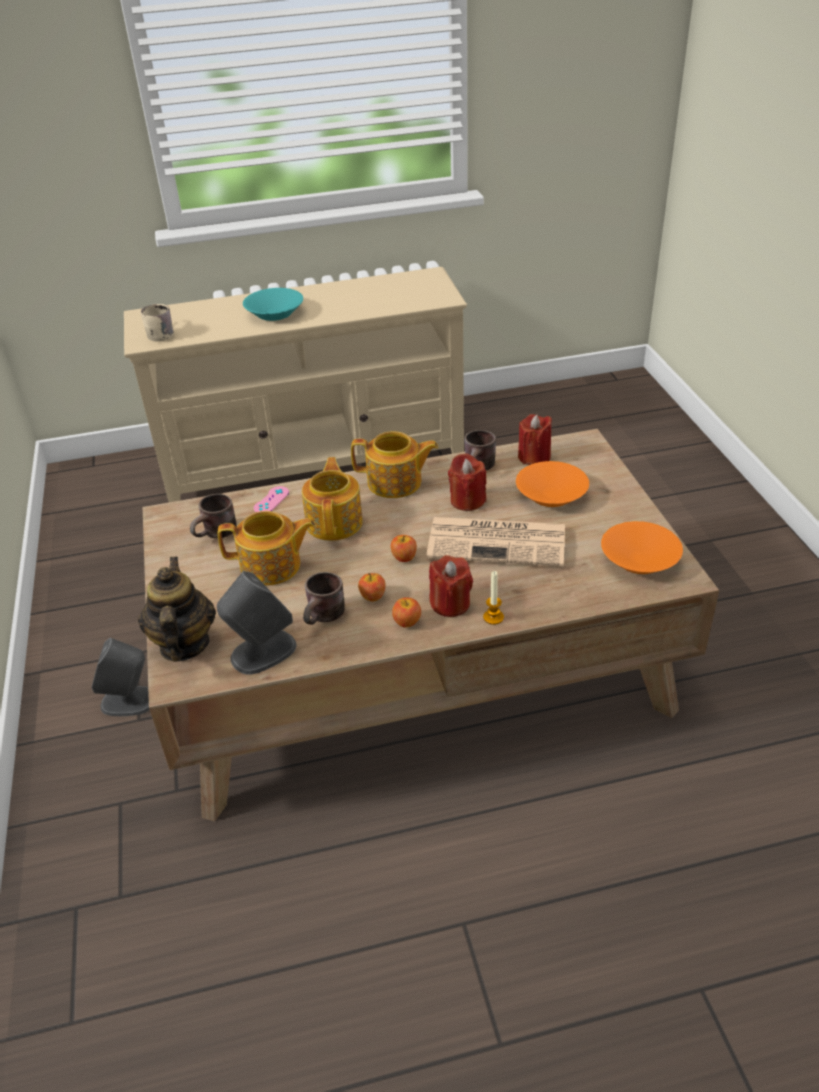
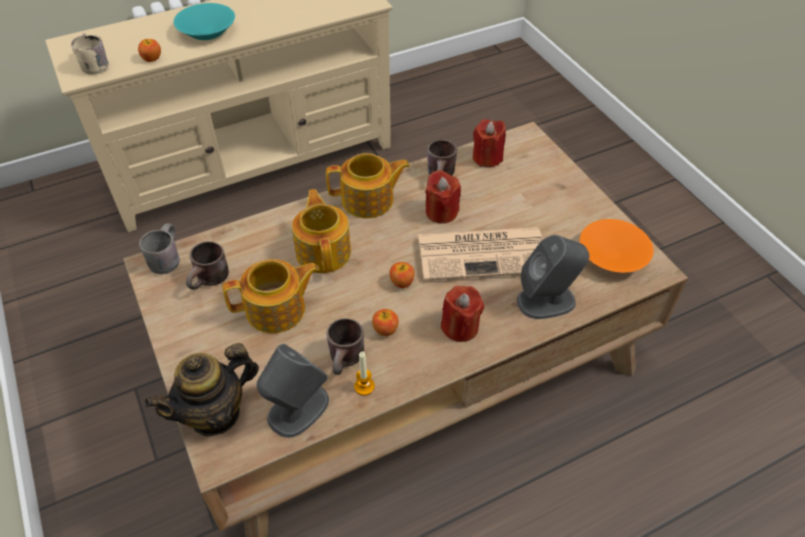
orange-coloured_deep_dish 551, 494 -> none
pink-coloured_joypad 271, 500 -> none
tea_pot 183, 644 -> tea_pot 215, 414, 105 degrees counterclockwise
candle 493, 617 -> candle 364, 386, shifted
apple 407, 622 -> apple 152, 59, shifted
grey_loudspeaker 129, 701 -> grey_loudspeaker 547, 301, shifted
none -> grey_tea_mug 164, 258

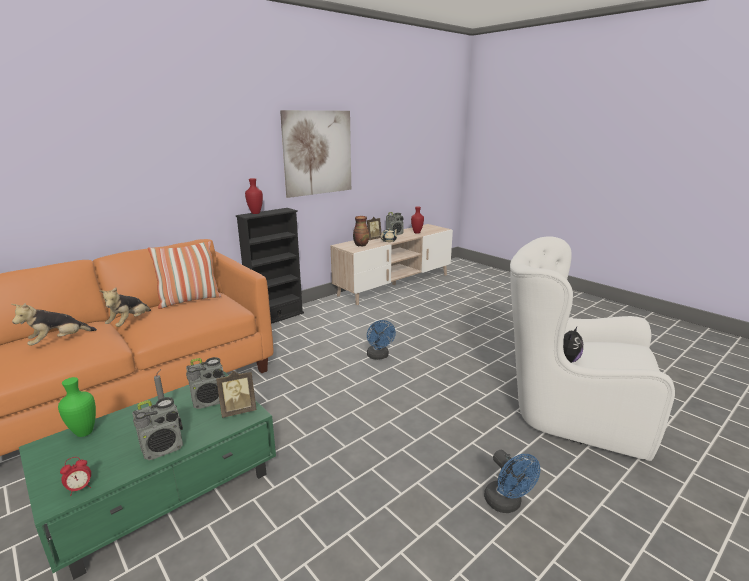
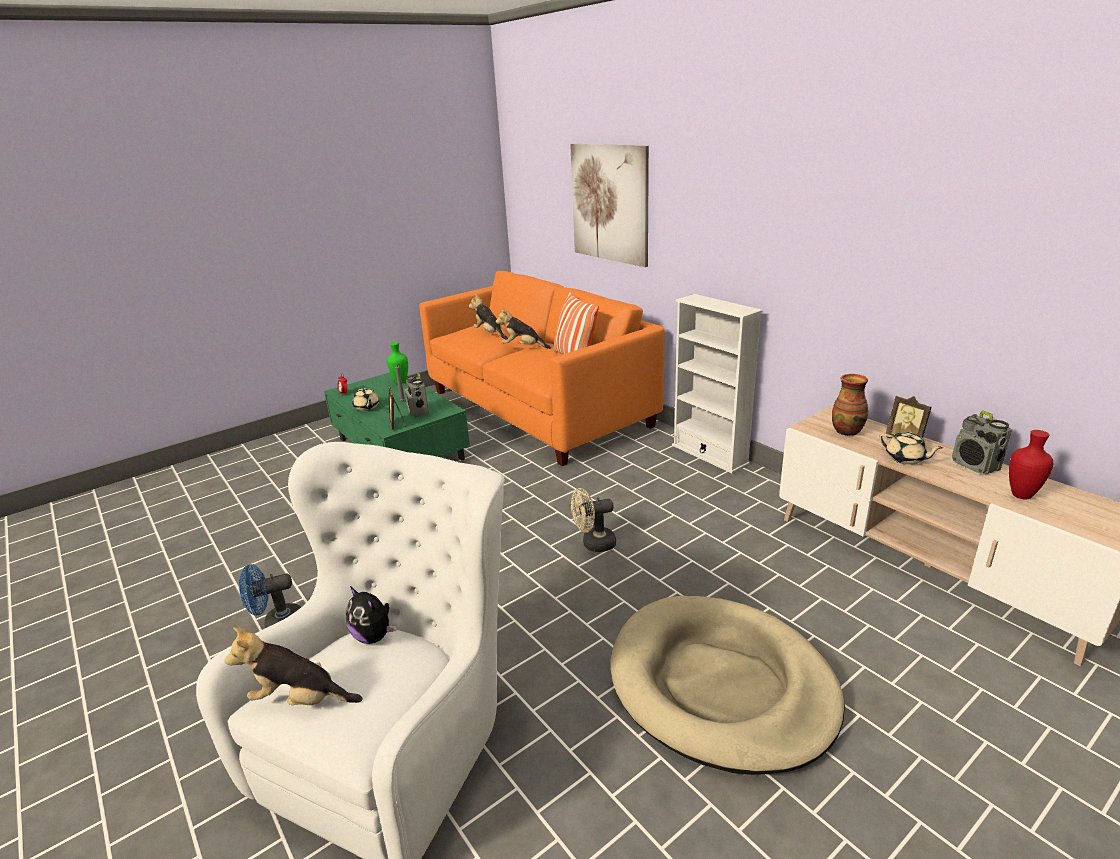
picture 318, 153 -> picture 609, 203, shifted
red-coloured_vase 256, 213 -> none
blackish_bookshelf 276, 317 -> white_bookshelf 709, 454
blue_electric_fan 379, 356 -> sand-coloured_electric_fan 593, 544
radio 163, 448 -> sand-coloured_tea_pot 367, 407
none -> sand-coloured_dog_cushion 721, 686
none -> cuddly_toy 300, 699

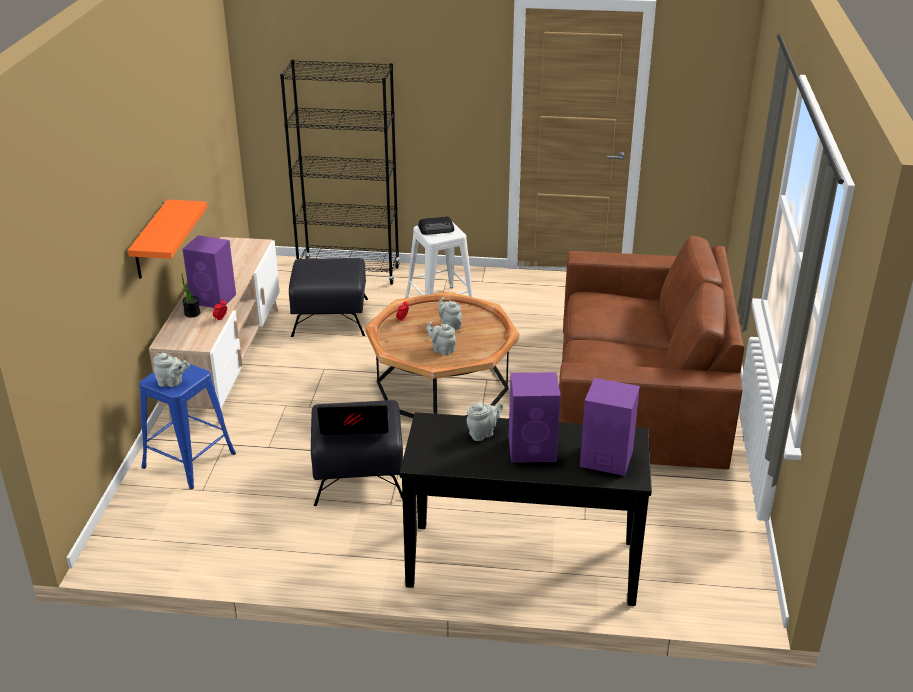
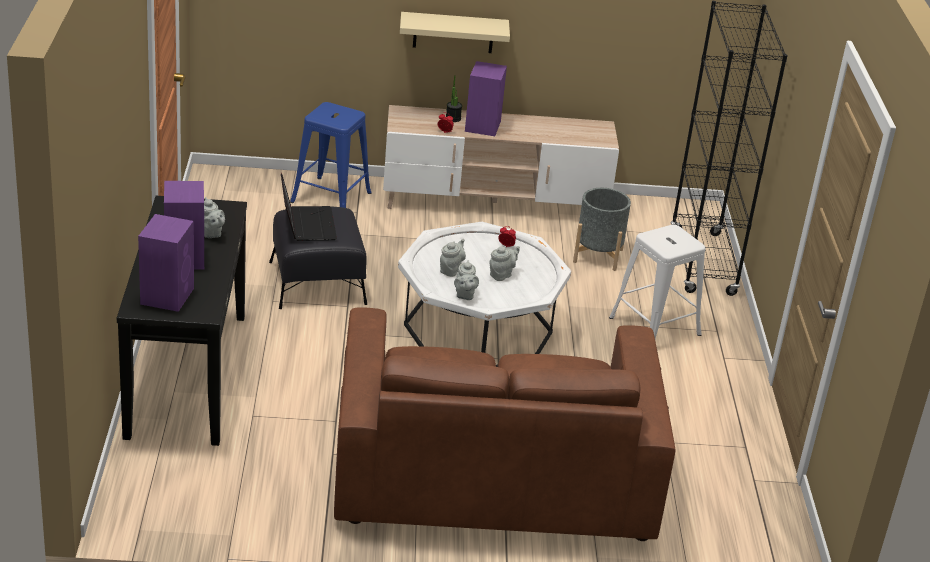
orange-coloured_shelf 151, 241 -> sand-coloured_shelf 453, 32
radio 437, 229 -> none
blackish_pouffe 331, 317 -> grey_plant_pot 598, 256
brown_coffee_table 442, 386 -> white_coffee_table 478, 328
grey_tea_pot 172, 383 -> grey_tea_pot 464, 295, shifted

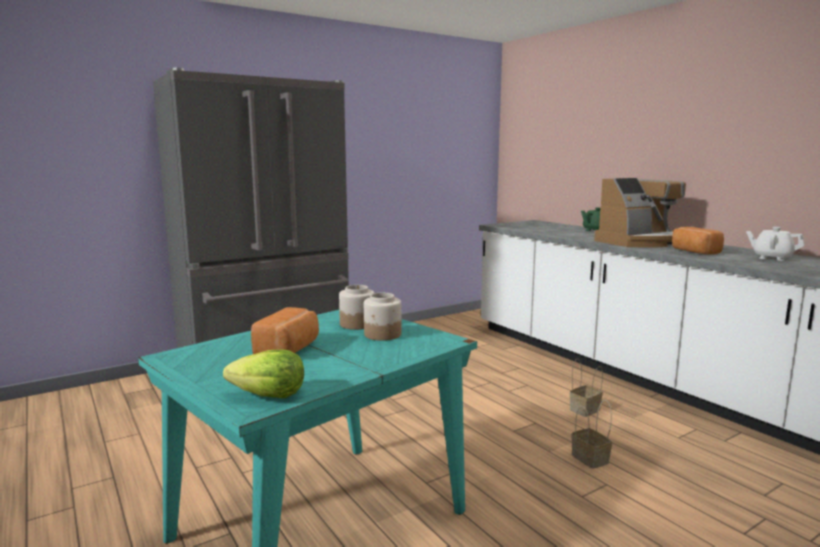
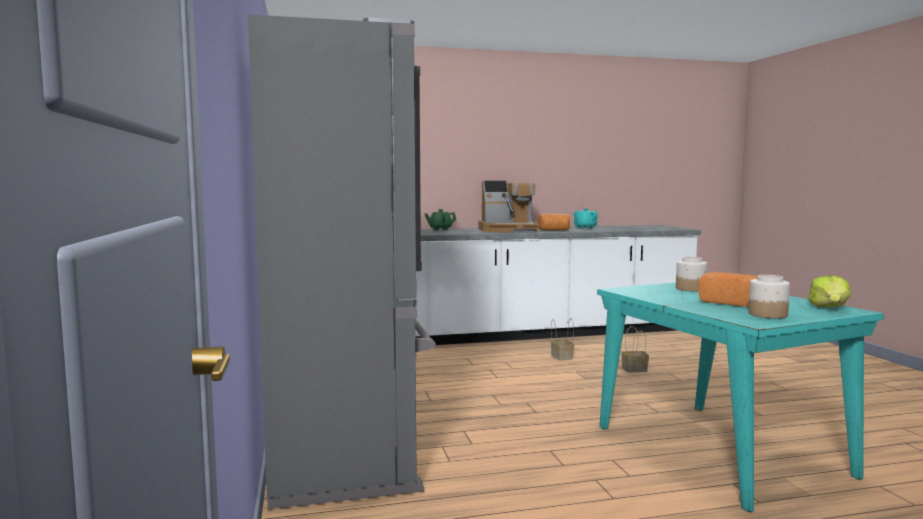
coffee_maker 642, 242 -> coffee_maker 508, 230, 90 degrees clockwise
white_tea_pot 772, 258 -> turquoise_tea_pot 585, 228
preserve_jar 357, 324 -> preserve_jar 767, 314, shifted

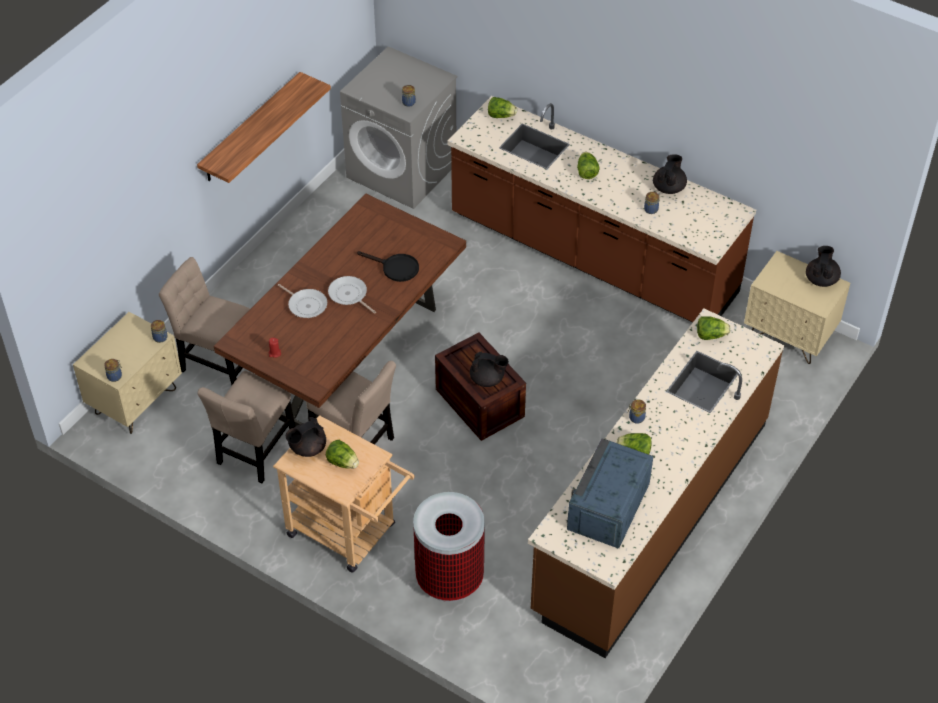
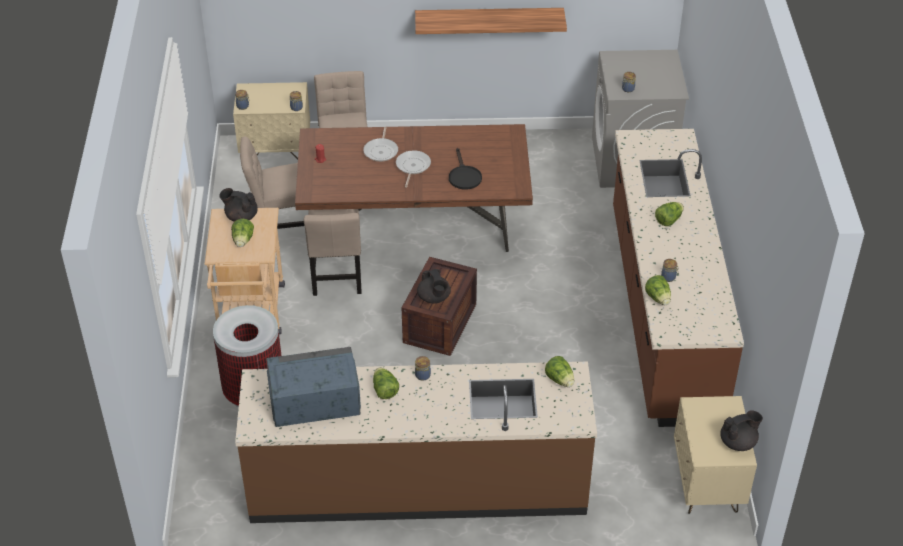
head_of_lettuce 501, 116 -> head_of_lettuce 658, 298, shifted
blackish_tea_pot 669, 187 -> none

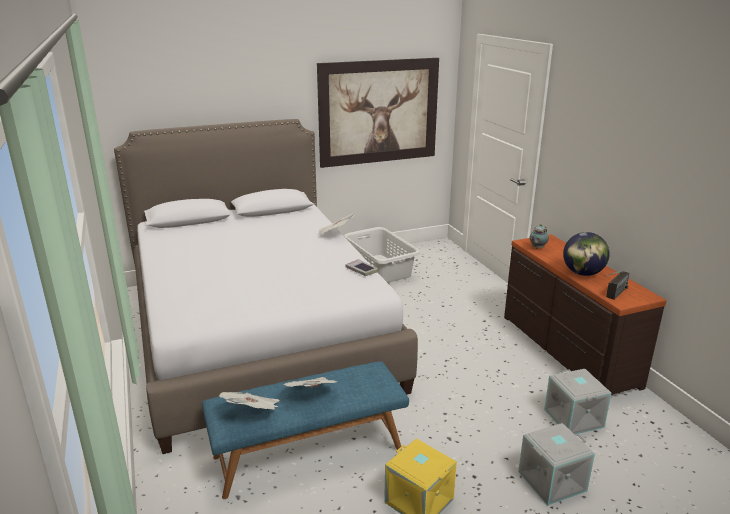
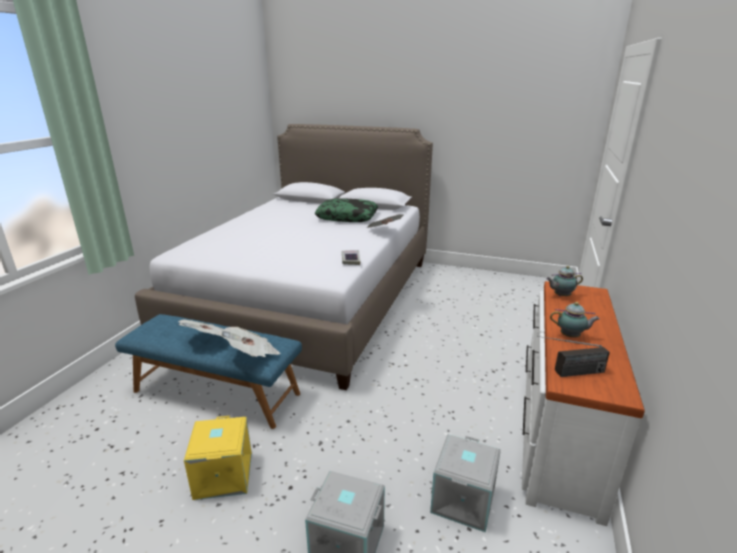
picture 378, 112 -> none
grey_washing_basket 380, 269 -> none
globe 582, 273 -> tea_pot 571, 336
brown_drawer_chest 566, 350 -> white_drawer_chest 557, 430
daily_paper 253, 412 -> daily_paper 252, 354, shifted
none -> throw_pillow 347, 217

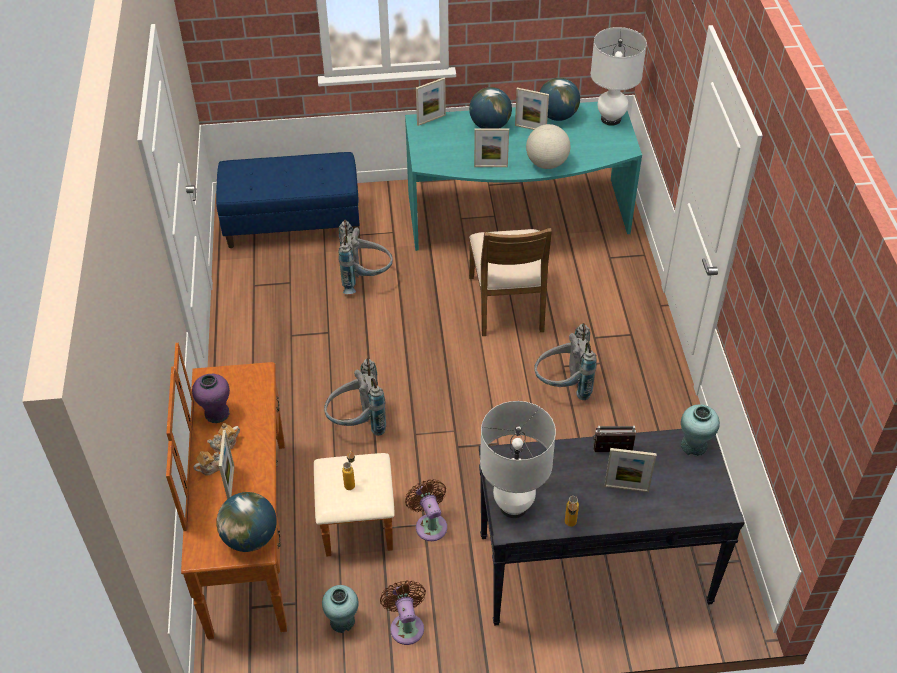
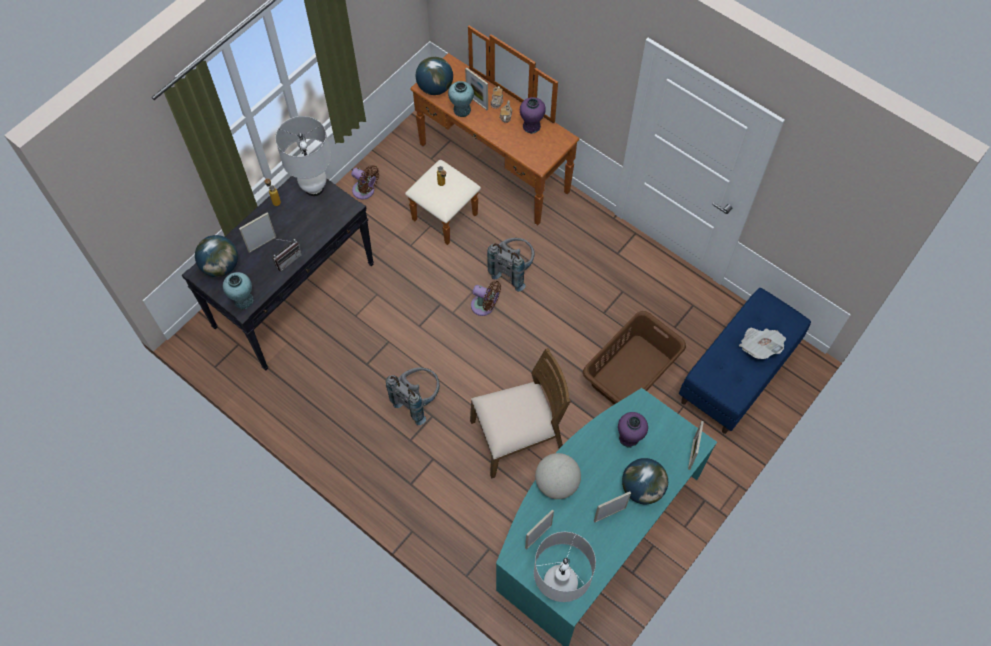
globe 557, 116 -> globe 220, 266, shifted
standing_frame 490, 166 -> standing_frame 538, 536, shifted
grey_knapsack 366, 279 -> brown_washing_basket 631, 372
brown_upright_chair 508, 304 -> brown_upright_chair 518, 436, 120 degrees clockwise
brown_electric_fan 430, 524 -> brown_electric_fan 485, 306, shifted
turquoise_vase 342, 621 -> turquoise_vase 462, 110, shifted
none -> daily_paper 759, 346
none -> purple_vase 629, 437

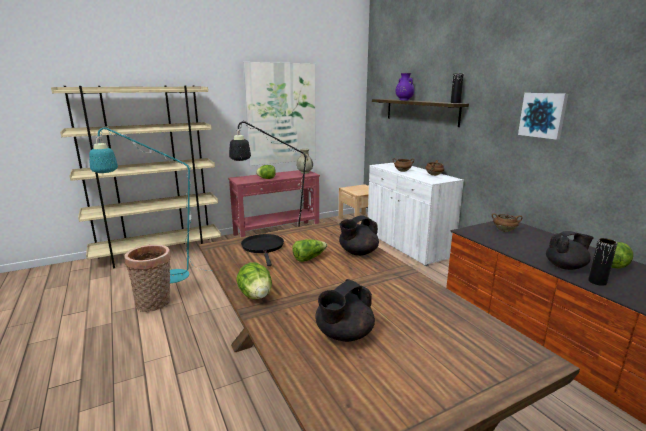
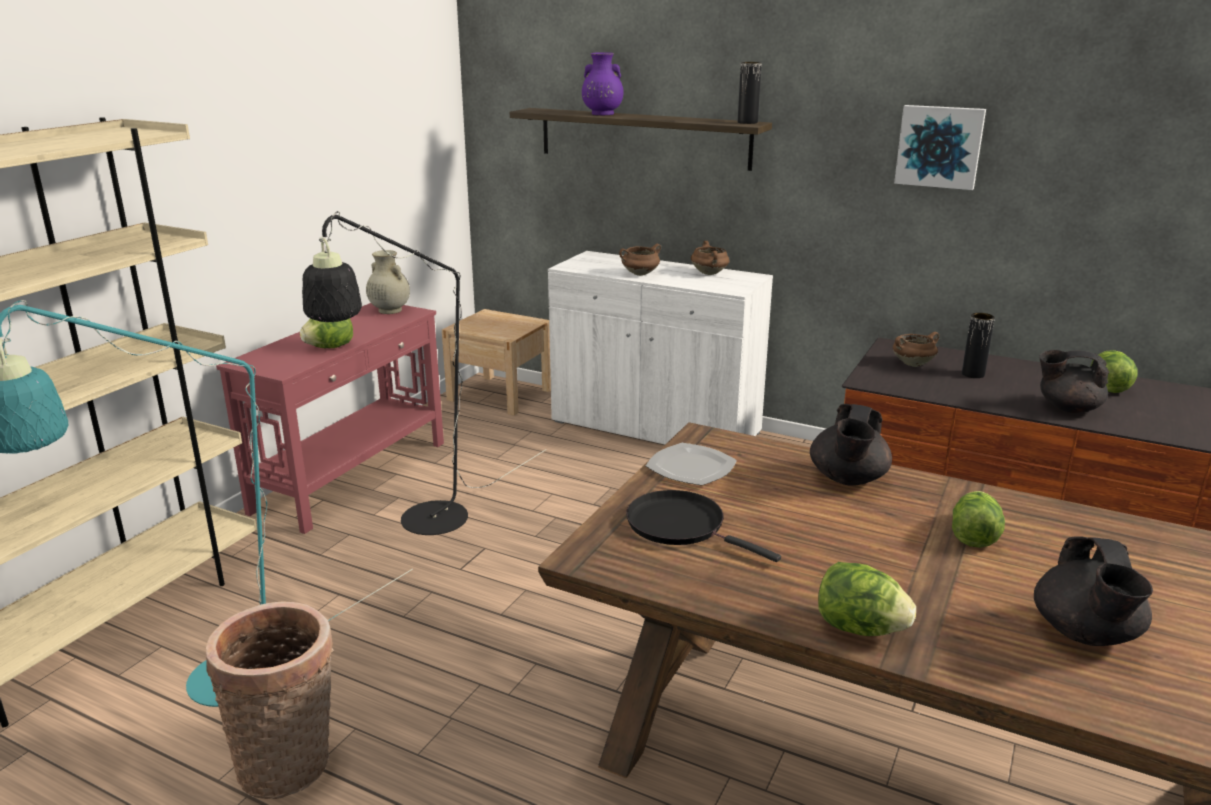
picture 281, 114 -> none
blackish_tea_pot 565, 267 -> blackish_tea_pot 1067, 408, 120 degrees counterclockwise
blackish_vase 597, 282 -> blackish_vase 973, 374, shifted
head_of_lettuce 309, 258 -> head_of_lettuce 973, 534, shifted
none -> plate 691, 468

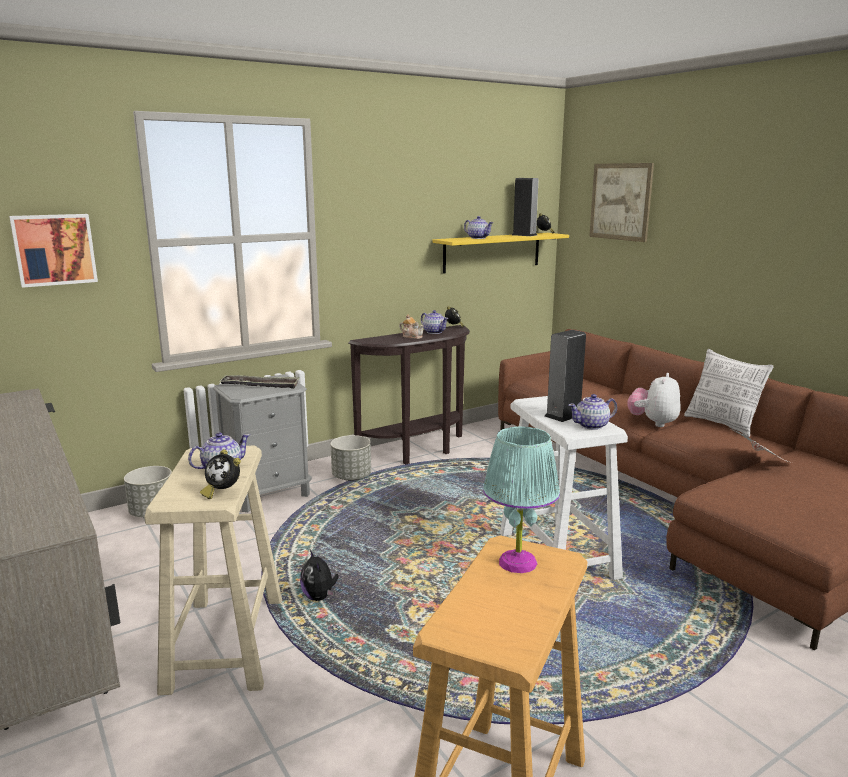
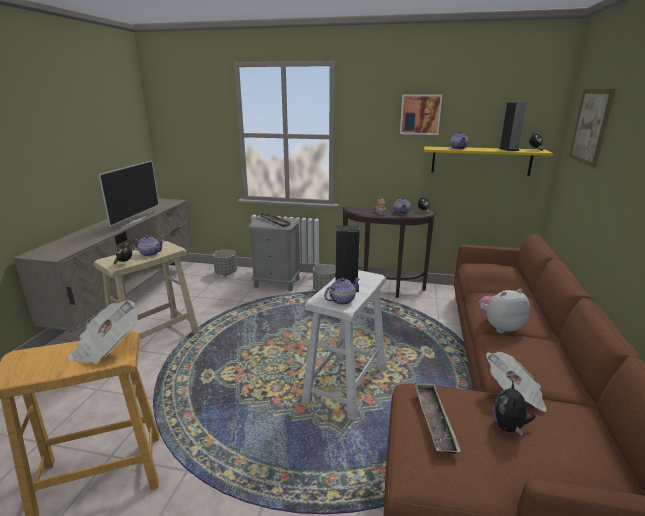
picture 54, 249 -> picture 420, 114, shifted
throw_pillow 722, 424 -> none
tea_pot 592, 425 -> tea_pot 341, 300, 120 degrees clockwise
turquoise_table_lamp 518, 563 -> daily_paper 106, 347
cuddly_toy 319, 597 -> cuddly_toy 508, 427, shifted
none -> television 134, 221
none -> serving_tray 434, 420

